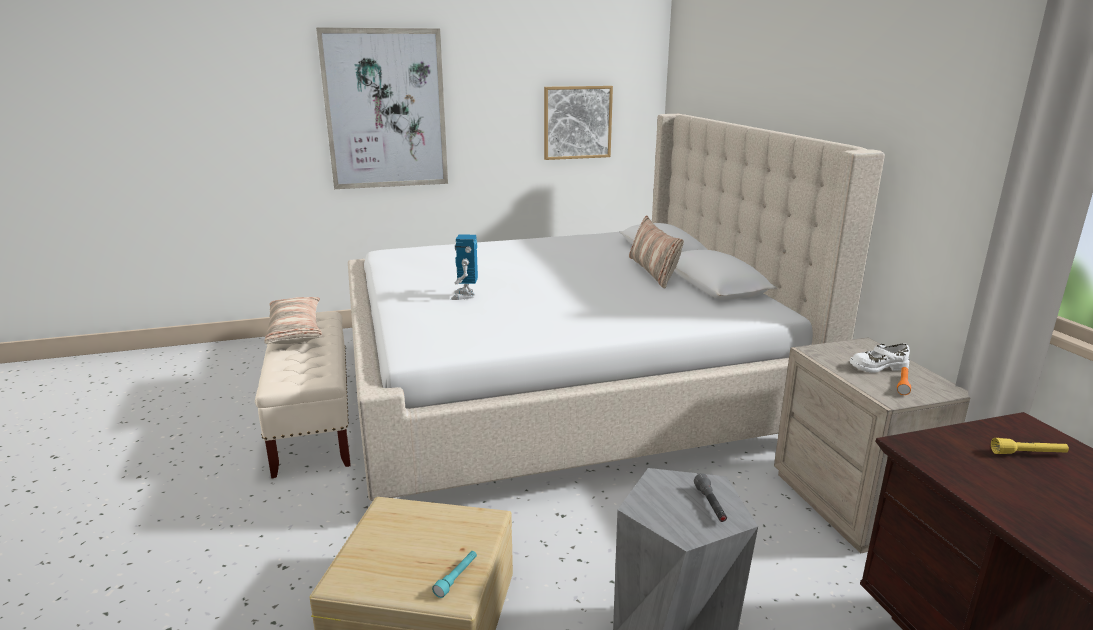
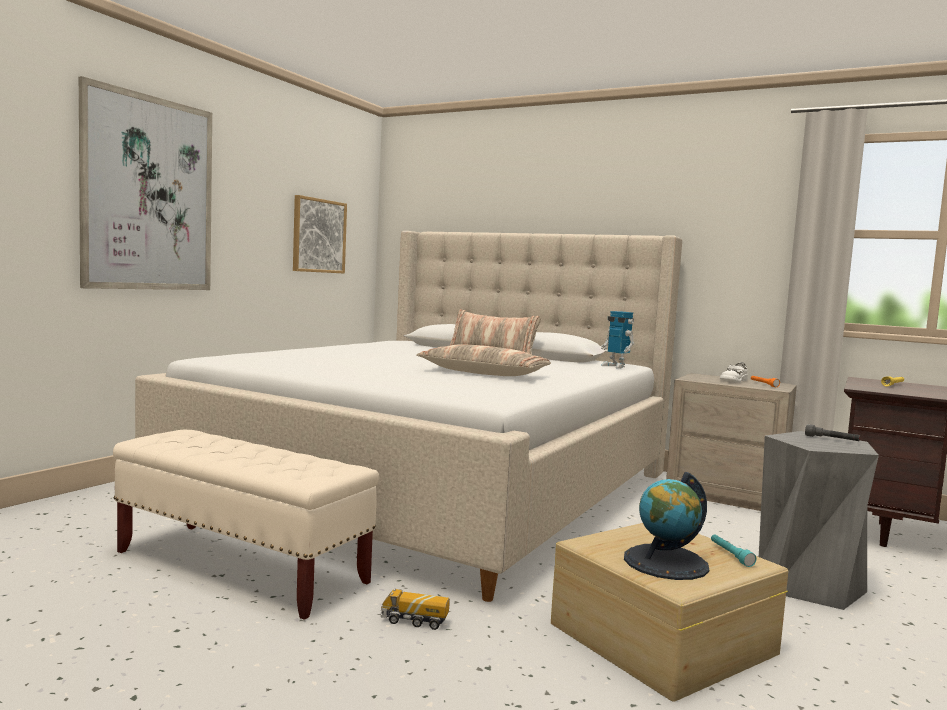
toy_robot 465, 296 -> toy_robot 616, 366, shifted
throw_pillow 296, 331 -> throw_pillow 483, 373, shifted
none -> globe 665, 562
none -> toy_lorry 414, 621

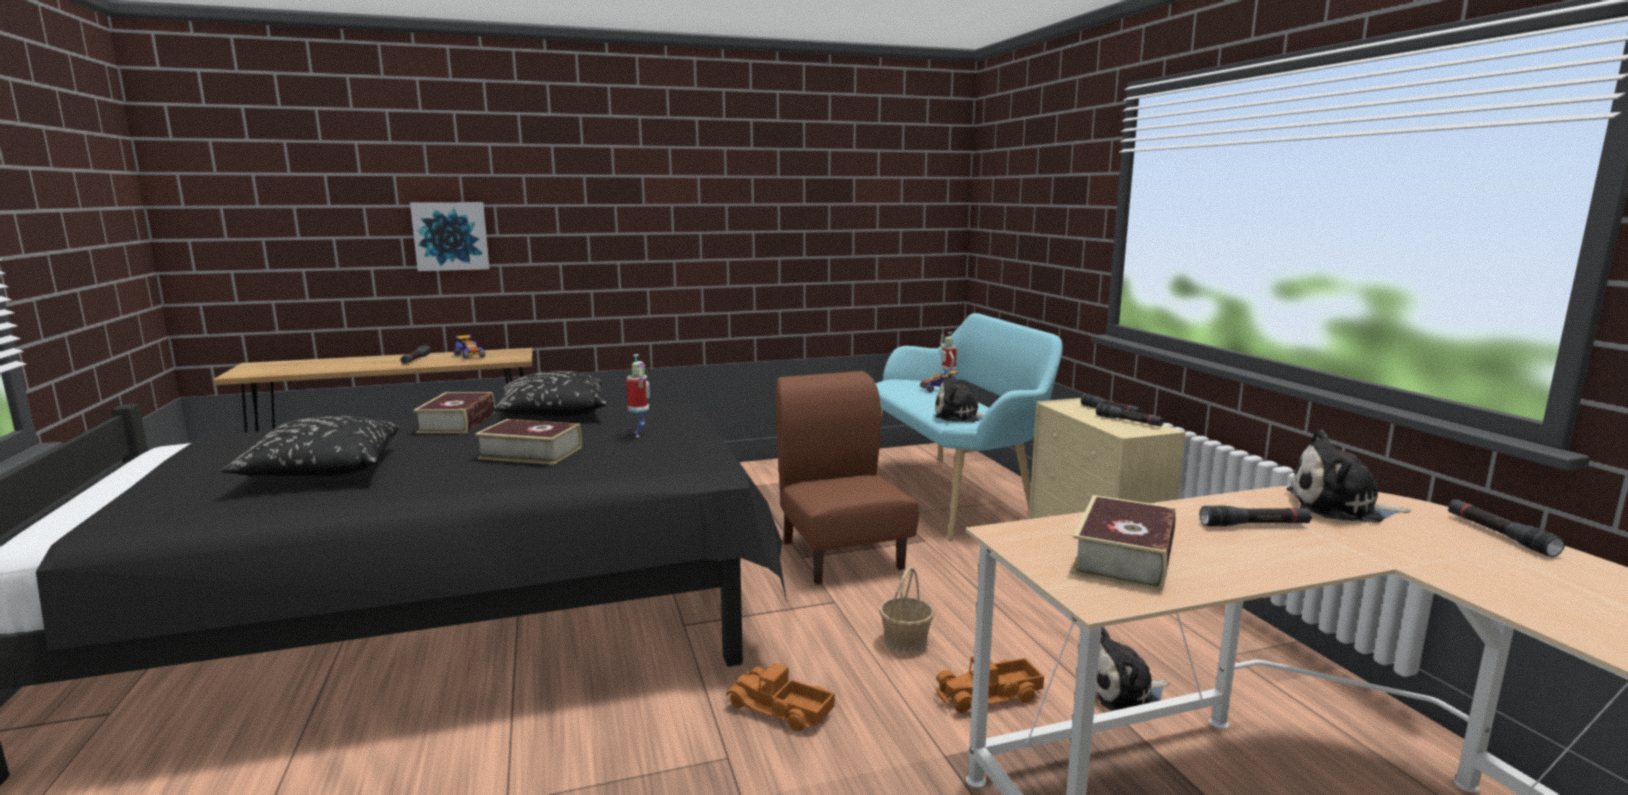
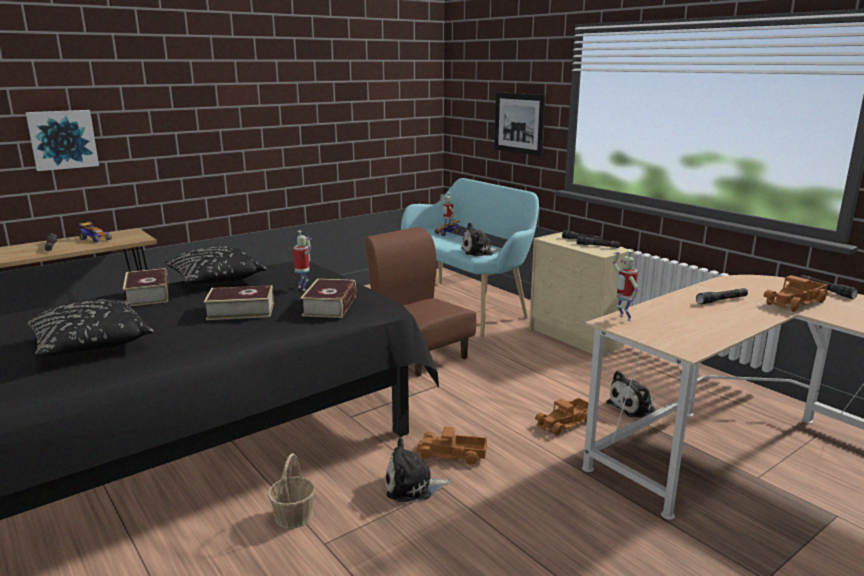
cuddly_toy 1340, 507 -> cuddly_toy 412, 486, shifted
book 1124, 557 -> book 330, 306, shifted
basket 906, 641 -> basket 294, 515, shifted
none -> picture 519, 123
none -> toy_robot 622, 318
none -> toy_lorry 796, 303

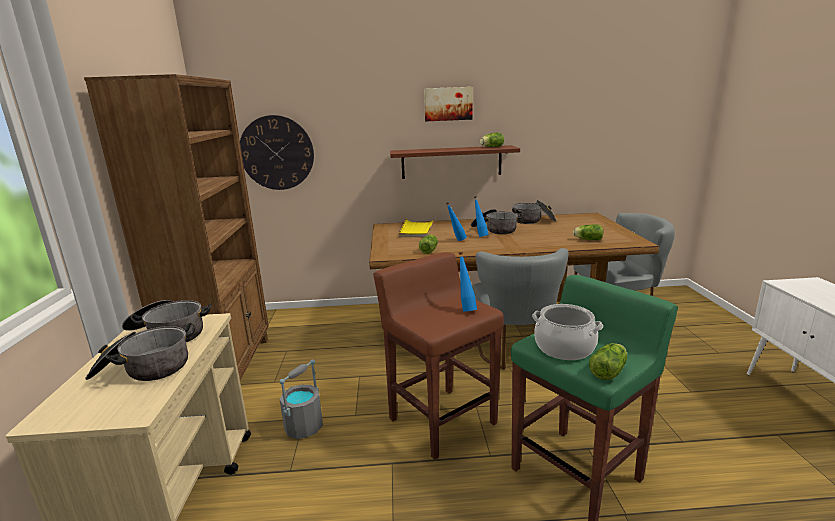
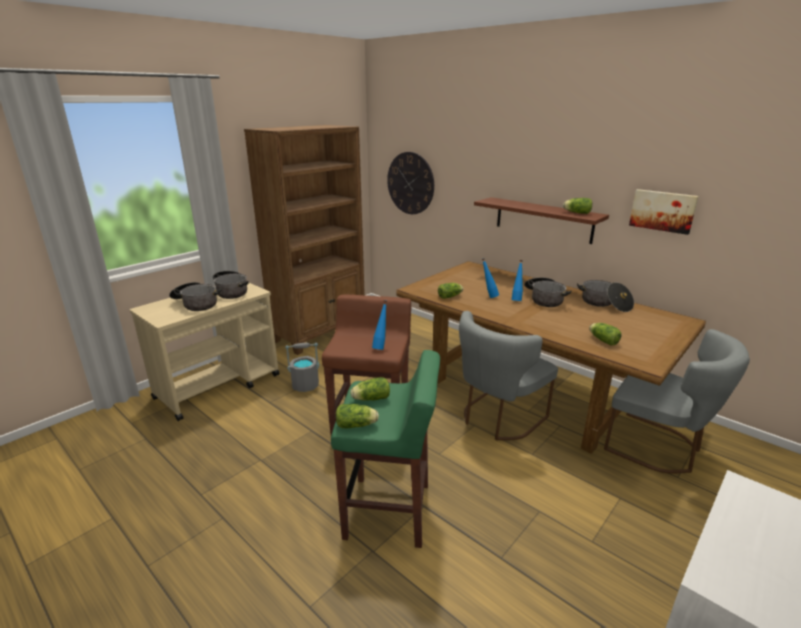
picture 448, 104 -> picture 662, 211, shifted
yellowish_serving_tray 417, 230 -> none
saucepot 564, 347 -> head_of_lettuce 370, 399

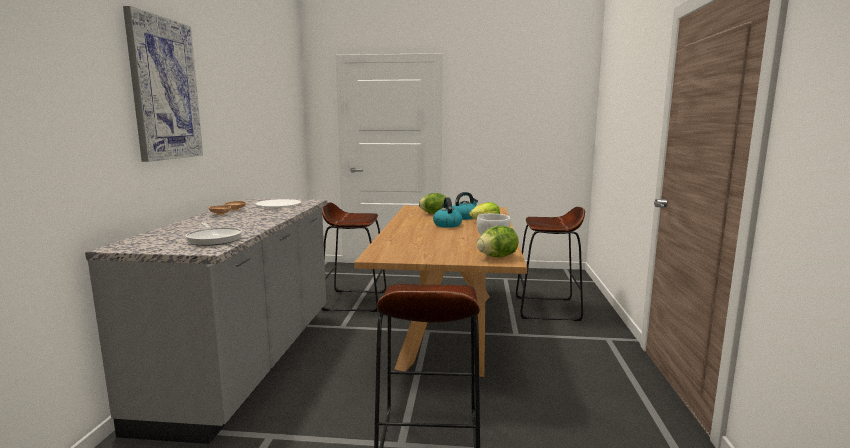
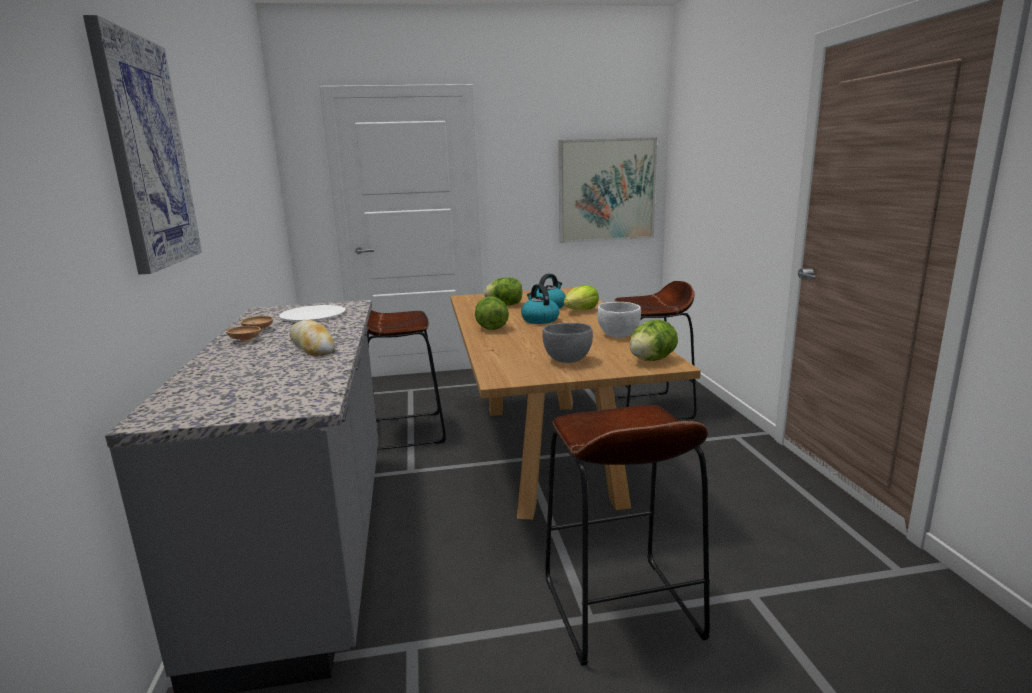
frying_pan 214, 239 -> none
none -> picture 606, 190
none -> head_of_lettuce 491, 328
none -> baked_bread 312, 346
none -> grey_deep_dish 568, 360

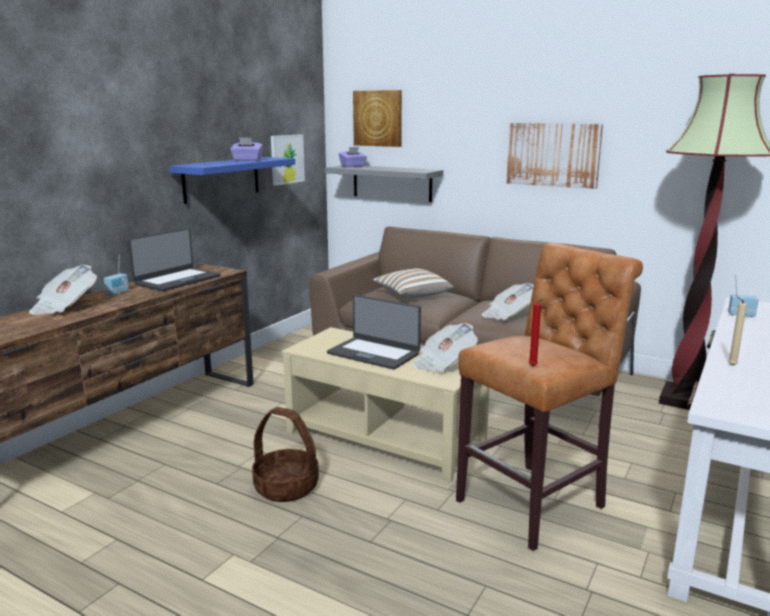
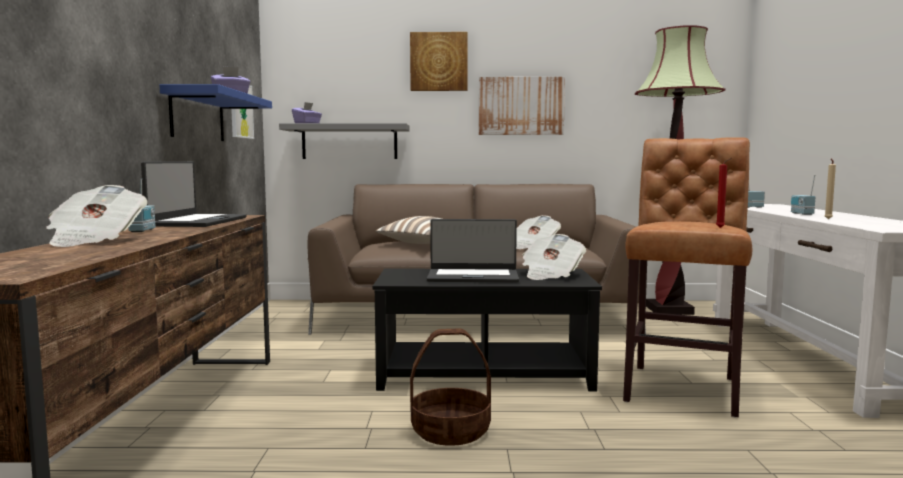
picture 378, 118 -> picture 439, 62, shifted
sand-coloured_coffee_table 385, 437 -> blackish_coffee_table 484, 374
none -> radio 801, 214

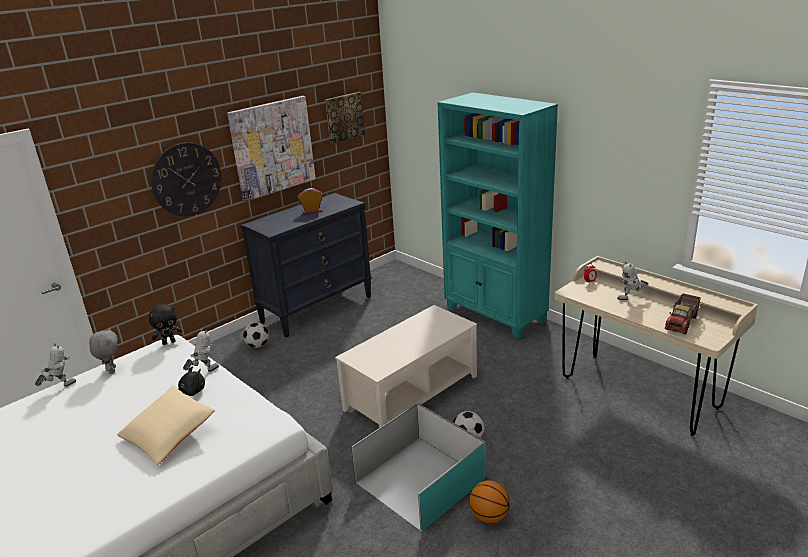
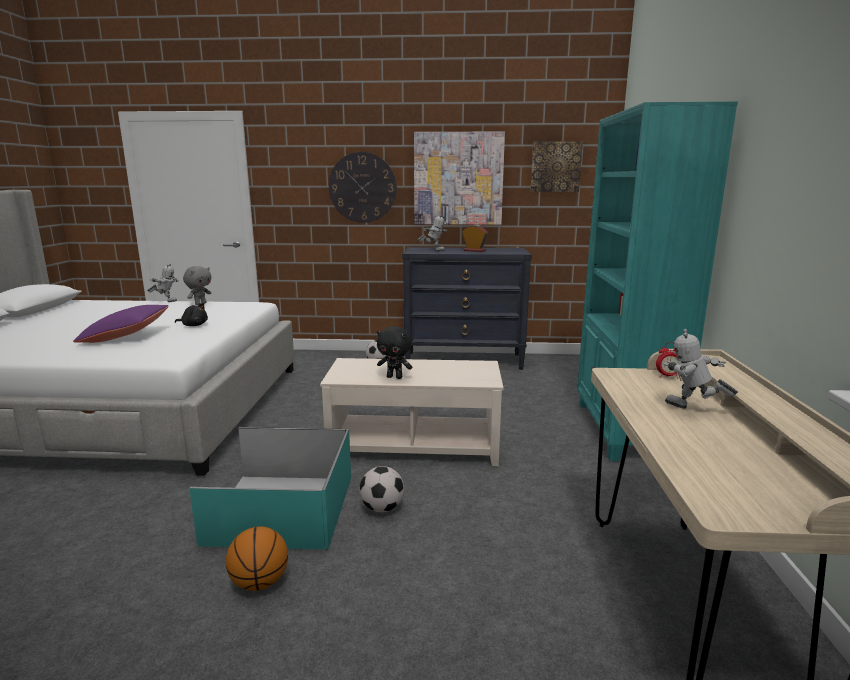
toy_lorry 682, 323 -> none
blackish_cuddly_toy 169, 342 -> blackish_cuddly_toy 395, 377, shifted
toy_robot 204, 371 -> toy_robot 433, 251, shifted
sand-coloured_throw_pillow 169, 434 -> purple_throw_pillow 125, 336

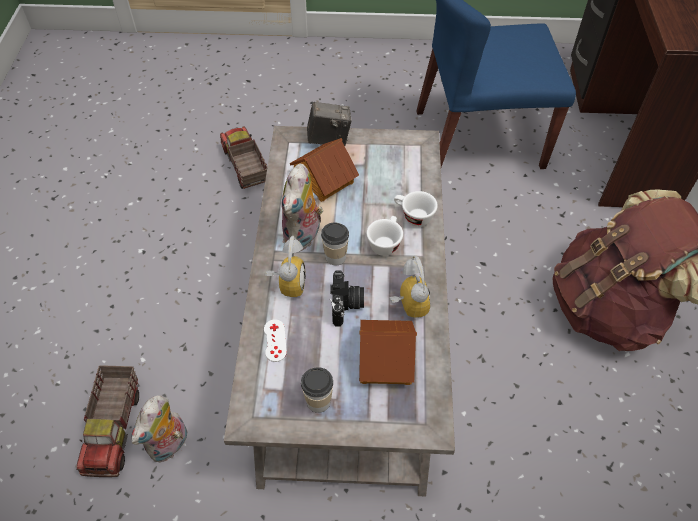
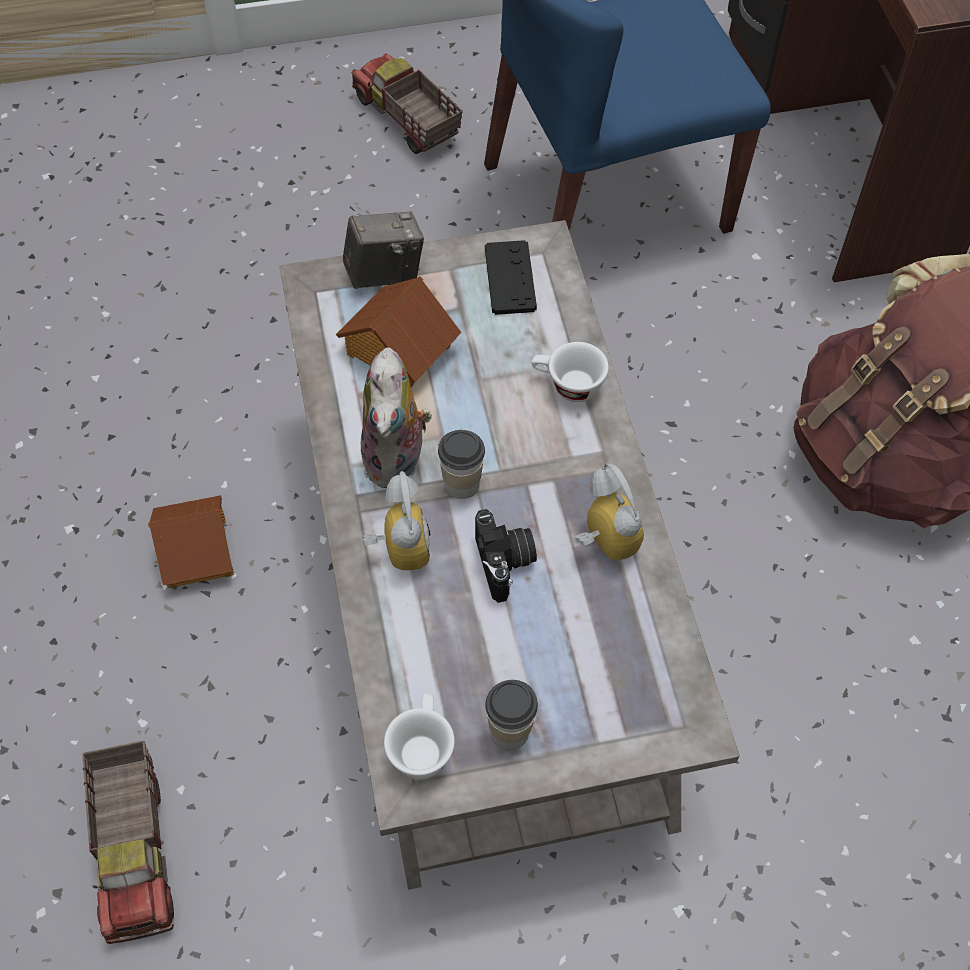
toy_lorry 245, 167 -> toy_lorry 406, 120, shifted
white_small_cup 385, 242 -> white_small_cup 421, 747, shifted
white_joypad 275, 340 -> none
toy_house 386, 359 -> toy_house 198, 551, shifted
cuddly_toy 170, 446 -> none
none -> blackish_joypad 510, 279

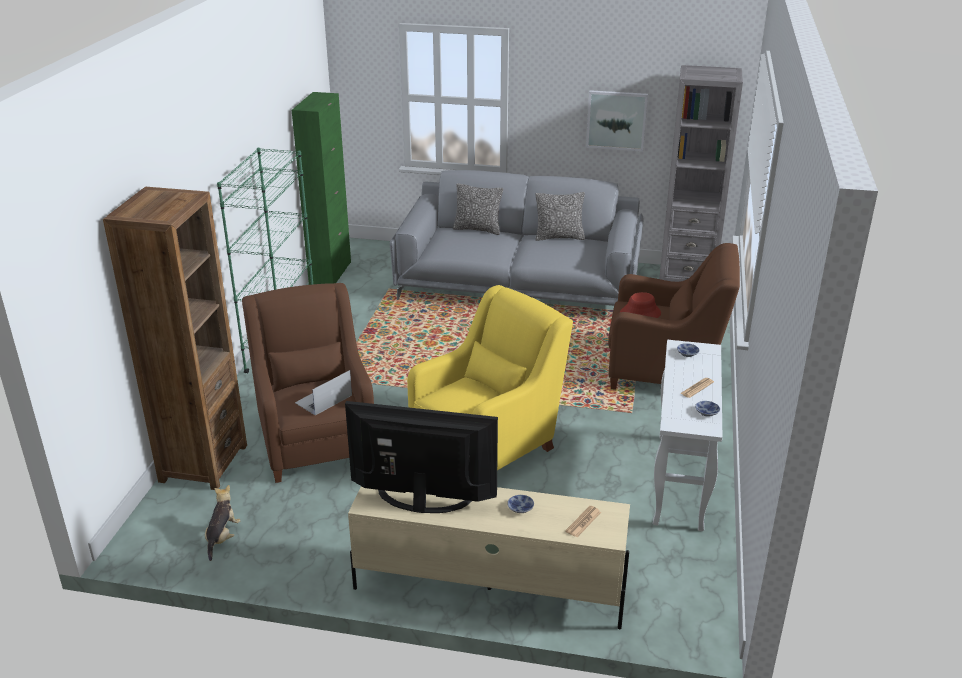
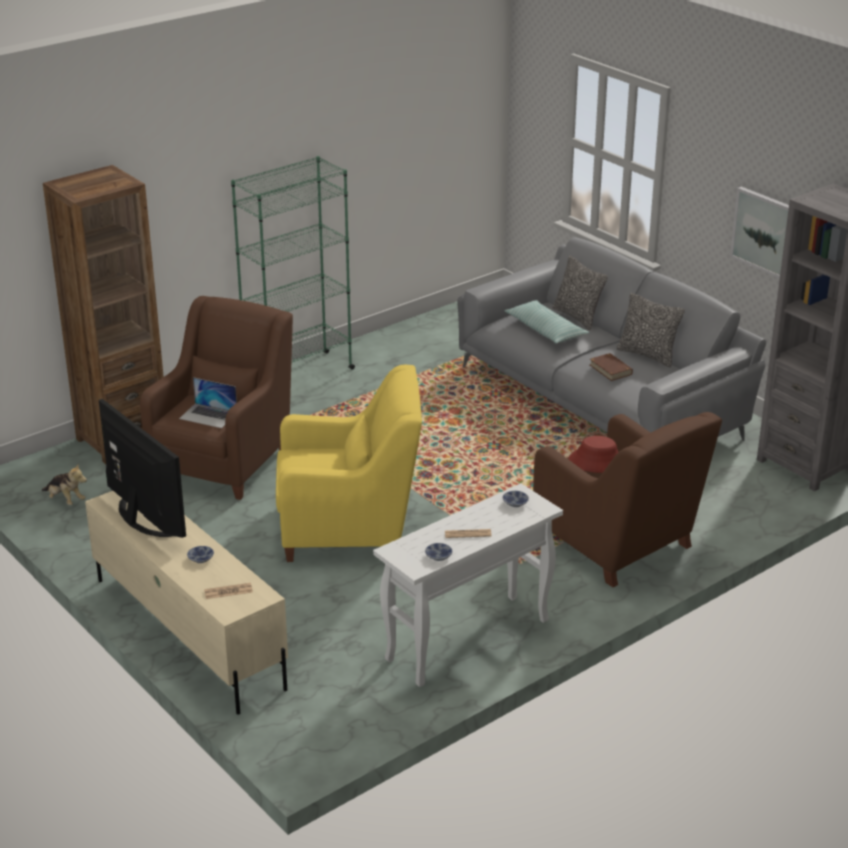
green_cupboard 330, 273 -> none
notebook_computer 323, 399 -> notebook_computer 208, 415, 150 degrees counterclockwise
cuddly_toy 222, 537 -> cuddly_toy 65, 500, 75 degrees clockwise
none -> throw_pillow 545, 330
none -> brown_book 610, 369

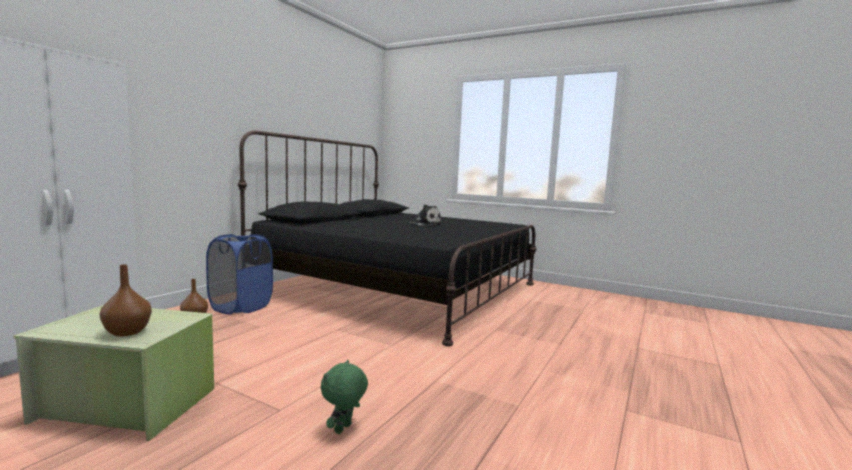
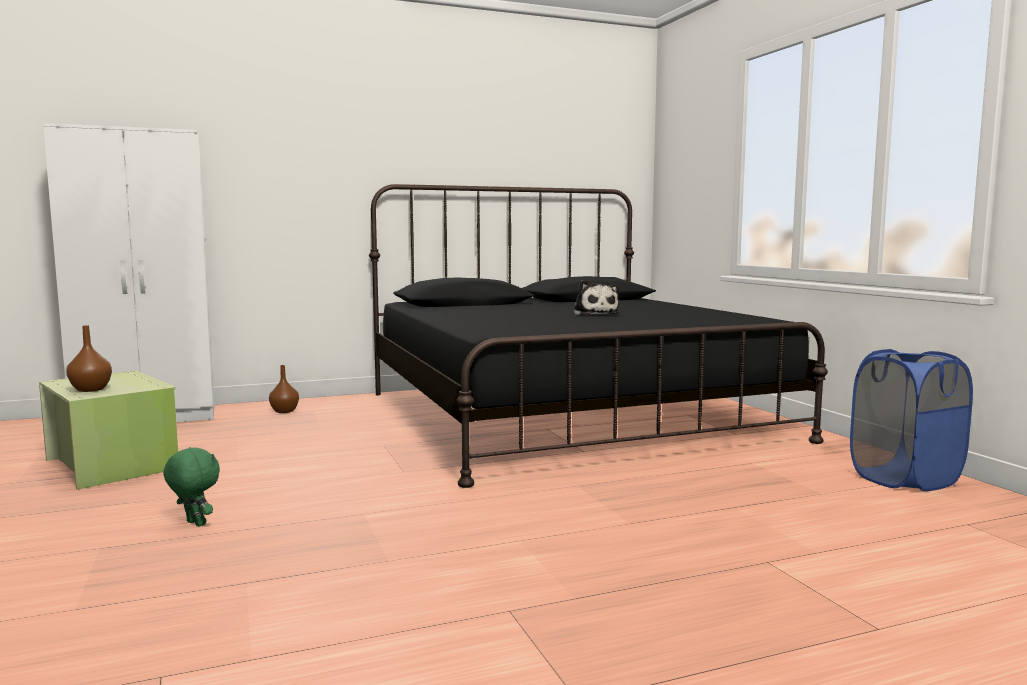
blue_washing_basket 241, 307 -> blue_washing_basket 905, 478, shifted
green_cuddly_toy 343, 429 -> green_cuddly_toy 194, 524, 60 degrees clockwise

